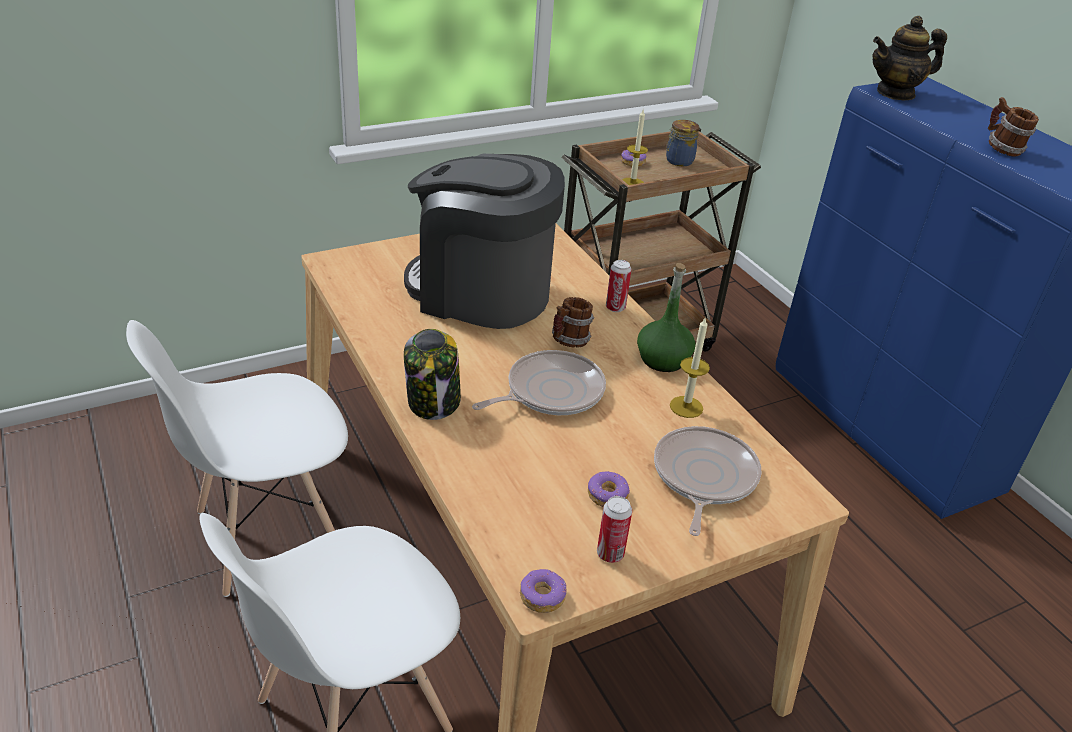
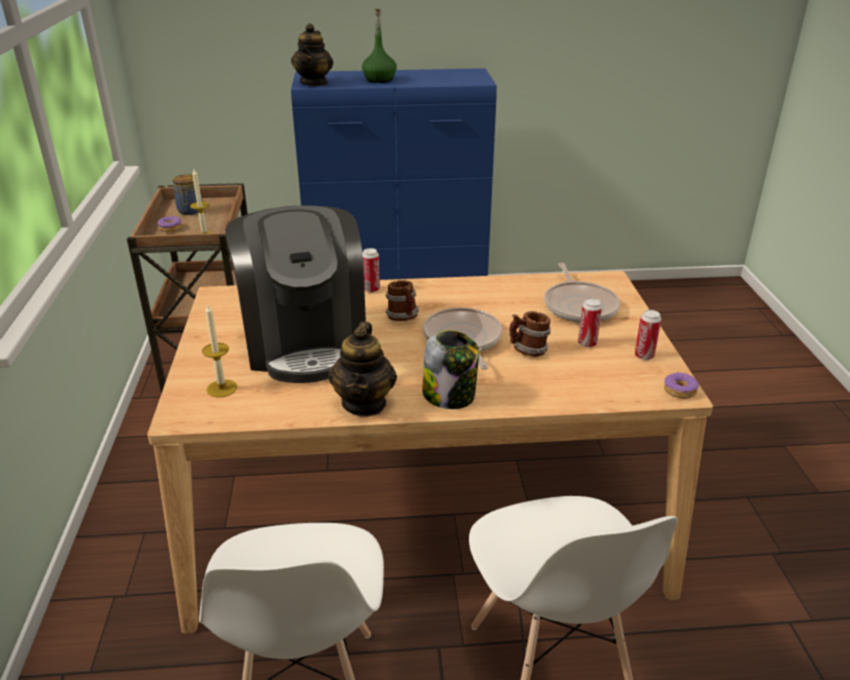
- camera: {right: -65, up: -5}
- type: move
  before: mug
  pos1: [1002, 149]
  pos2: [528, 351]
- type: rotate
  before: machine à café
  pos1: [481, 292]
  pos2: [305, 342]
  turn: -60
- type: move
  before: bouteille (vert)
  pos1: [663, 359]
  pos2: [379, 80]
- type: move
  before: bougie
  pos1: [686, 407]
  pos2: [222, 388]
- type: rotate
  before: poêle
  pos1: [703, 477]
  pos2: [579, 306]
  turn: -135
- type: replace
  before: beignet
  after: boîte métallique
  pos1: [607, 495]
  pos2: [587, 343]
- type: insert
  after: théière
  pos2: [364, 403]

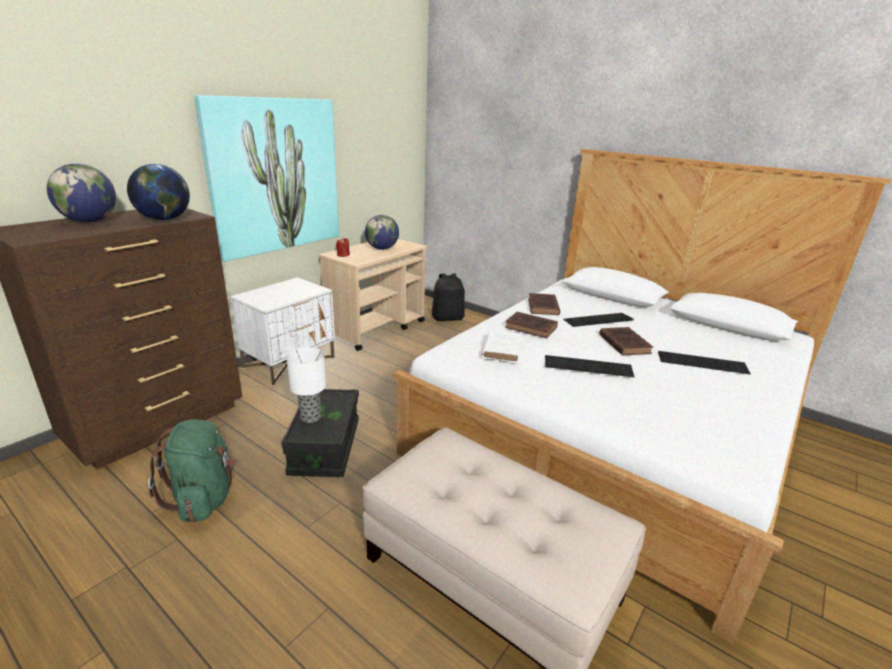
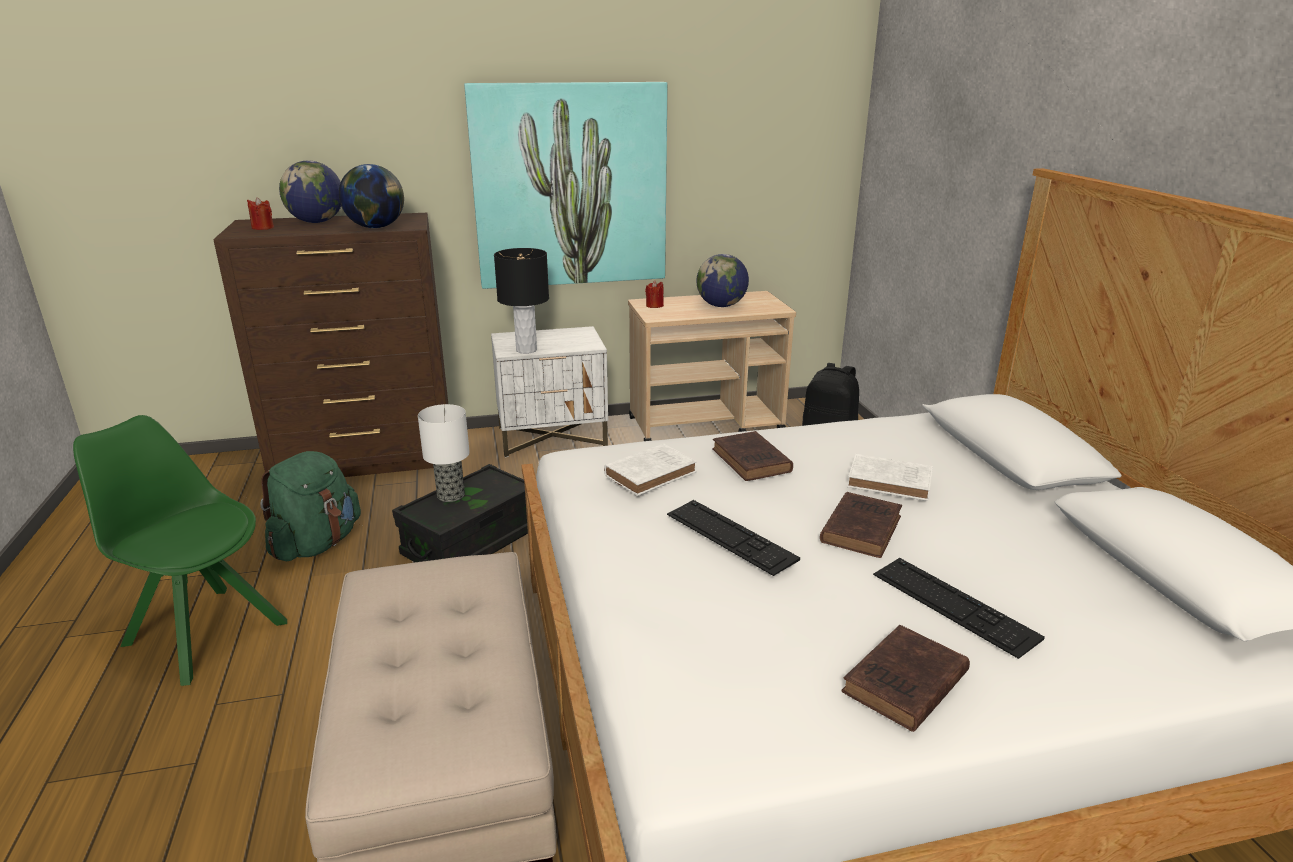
- camera: {right: 40, up: 0}
- type: move
  before: livre (marron)
  pos1: [543, 307]
  pos2: [903, 684]
- type: replace
  before: clavier
  after: livre (blanc)
  pos1: [598, 319]
  pos2: [892, 482]
- type: insert
  after: bougie (rouge)
  pos2: [263, 228]
- type: insert
  after: lampe de table (noir)
  pos2: [527, 350]
- type: insert
  after: chaise (vert)
  pos2: [203, 631]

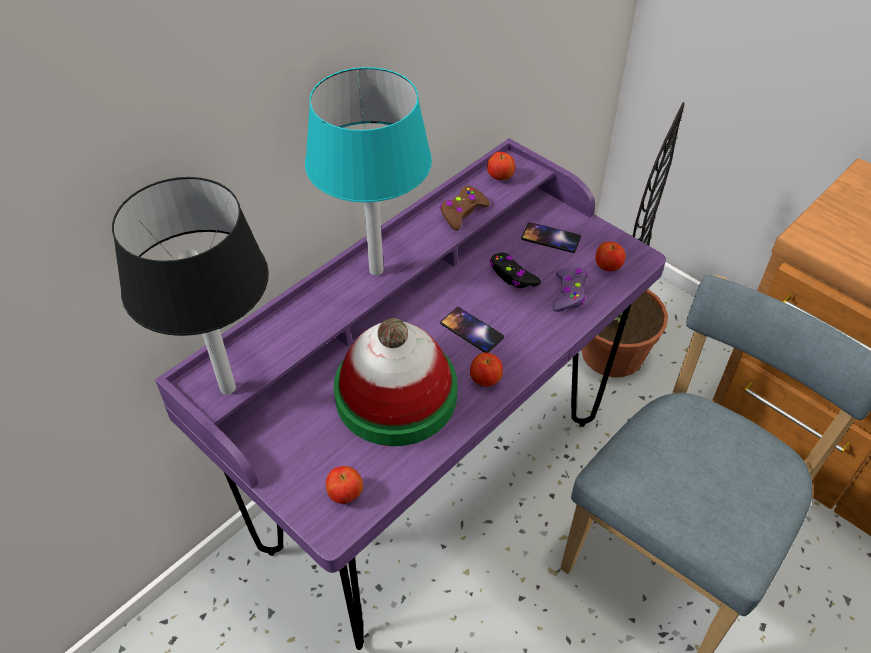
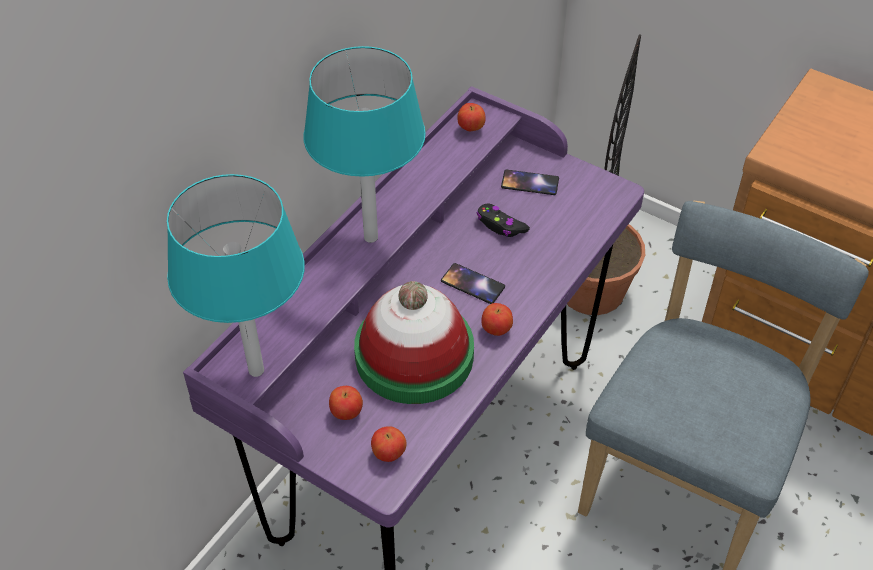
- camera: {right: -10, up: 0}
- type: recolor
  before: lampe de table (noir)
  after: lampe de table (turquoise)
  pos1: [228, 388]
  pos2: [256, 370]
- type: delete
  before: manette (marron)
  pos1: [462, 212]
- type: move
  before: pomme
  pos1: [608, 267]
  pos2: [346, 412]
- type: delete
  before: manette (violet)
  pos1: [569, 293]

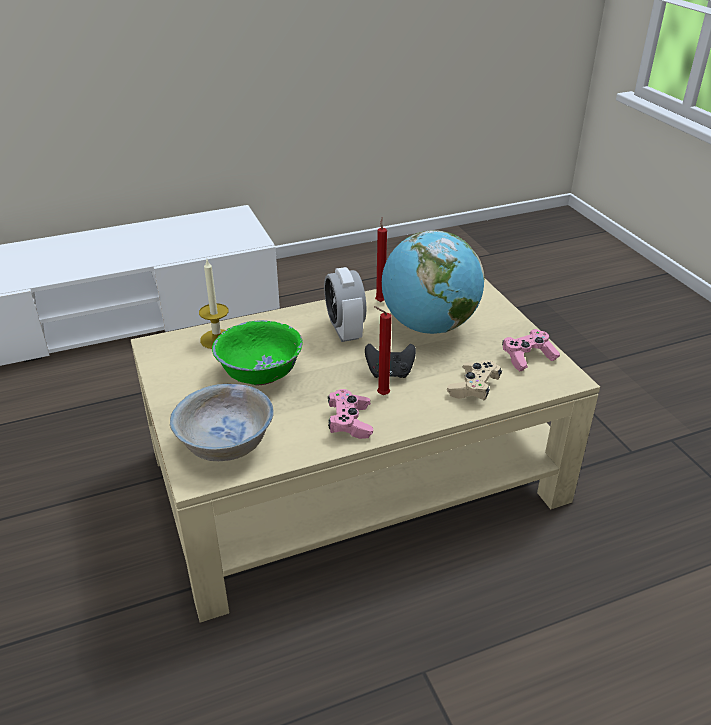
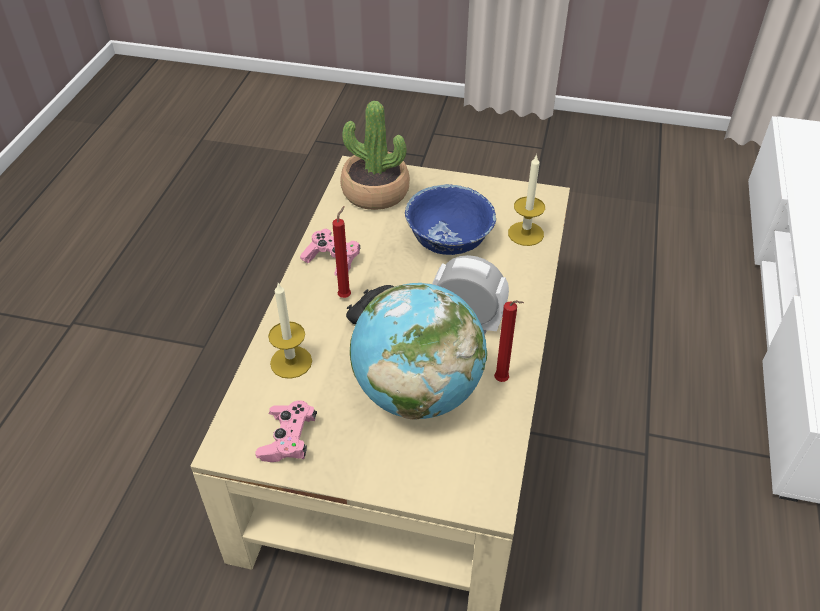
- camera: {right: 125, up: 10}
- type: recolor
  before: bol (vert)
  after: bol (bleu)
  pos1: [260, 372]
  pos2: [448, 239]
- type: replace
  before: manette (beige)
  after: bougie
  pos1: [473, 388]
  pos2: [291, 362]
- type: replace
  before: bol (blanc)
  after: plante en pot
  pos1: [227, 443]
  pos2: [375, 192]

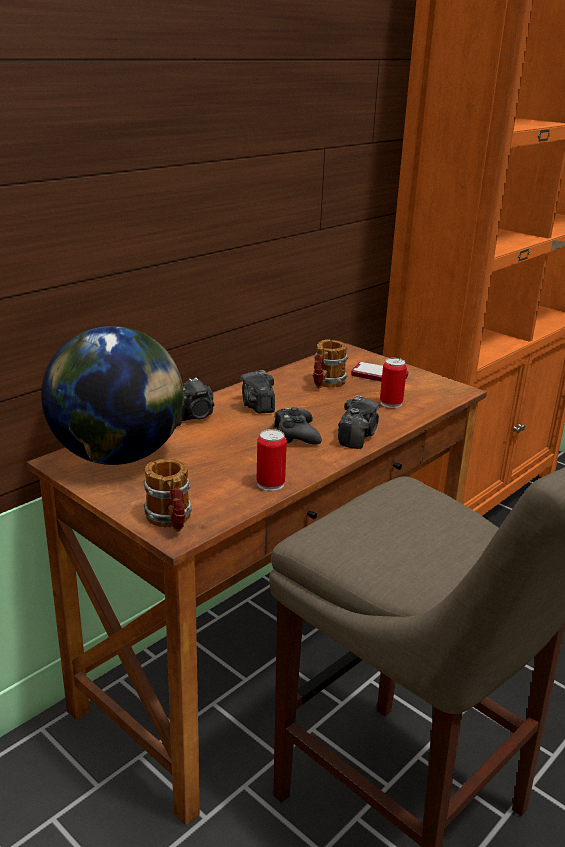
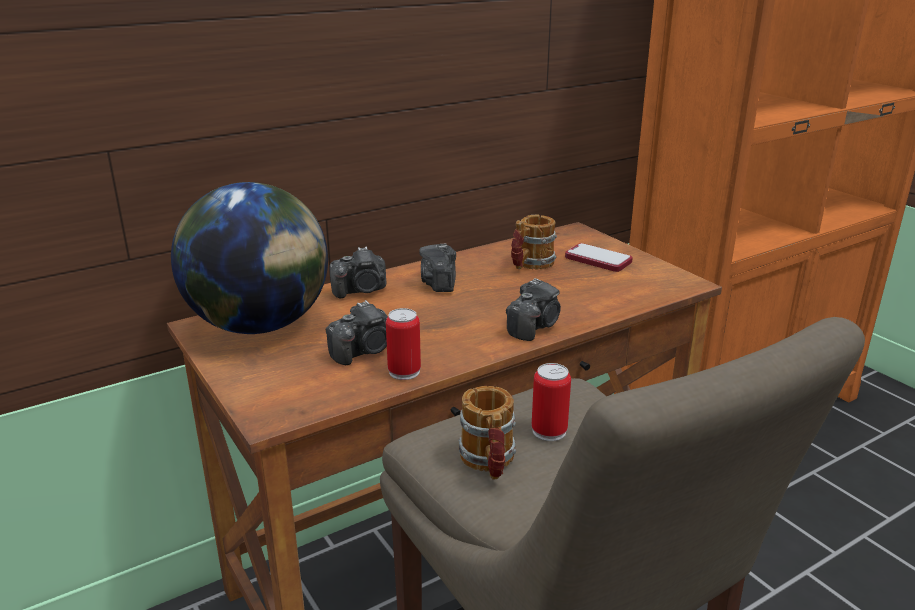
- camera: {right: 15, up: 0}
- type: move
  before: boîte métallique
  pos1: [391, 403]
  pos2: [549, 431]
- type: delete
  before: manette (noir)
  pos1: [295, 434]
- type: move
  before: mug
  pos1: [171, 521]
  pos2: [489, 463]
- type: insert
  after: appareil photo
  pos2: [363, 351]

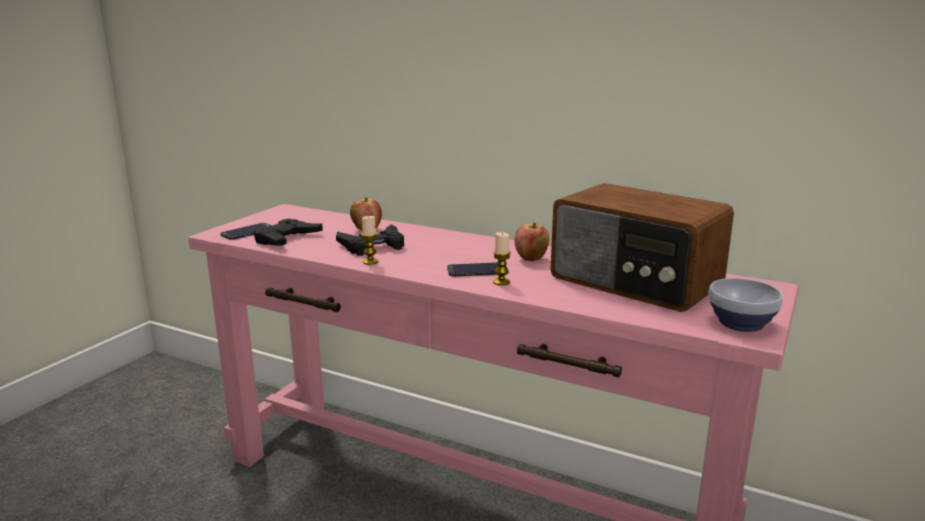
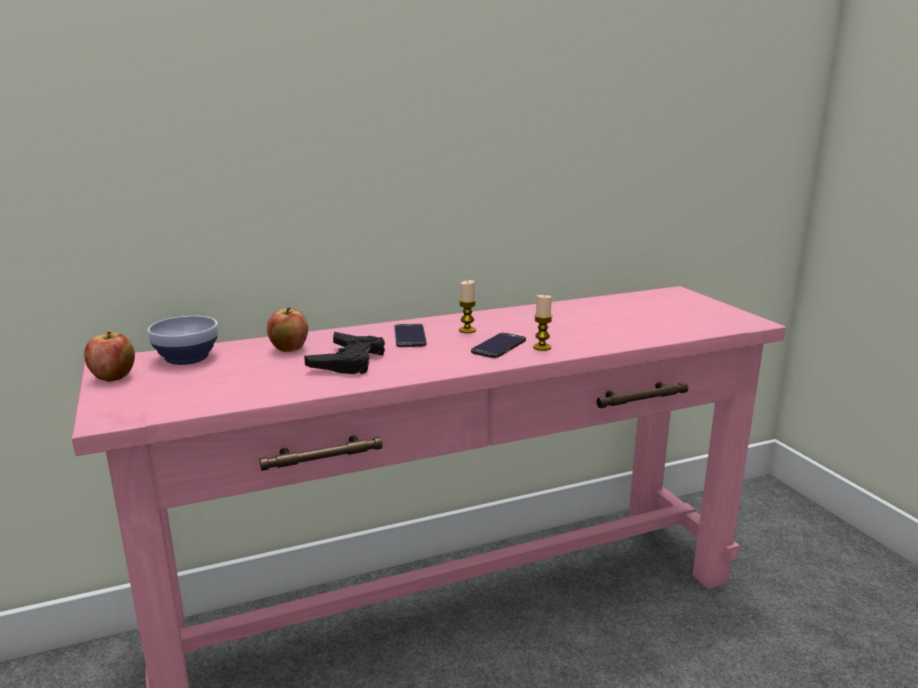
- camera: {right: -50, up: 0}
- type: delete
  before: radio
  pos1: [635, 282]
- type: move
  before: bougie
  pos1: [370, 262]
  pos2: [467, 330]
- type: delete
  before: manette (noir)
  pos1: [286, 239]
- type: move
  before: pomme
  pos1: [531, 259]
  pos2: [113, 378]
- type: move
  before: téléphone
  pos1: [248, 232]
  pos2: [410, 336]
- type: move
  before: bol
  pos1: [743, 323]
  pos2: [188, 357]

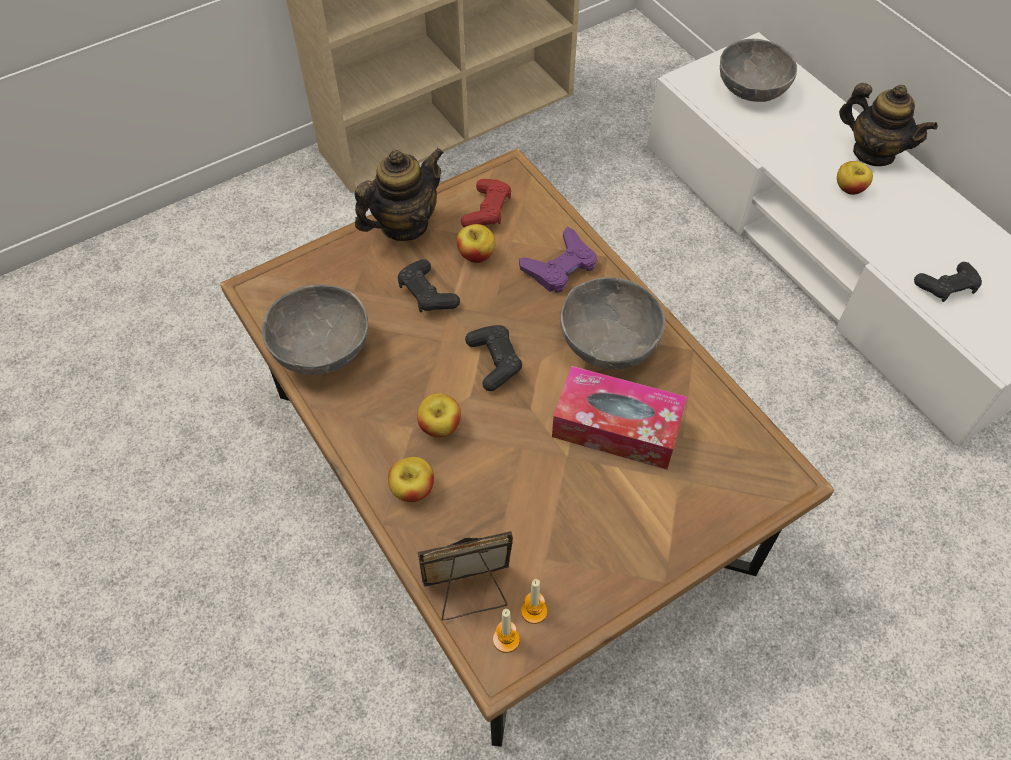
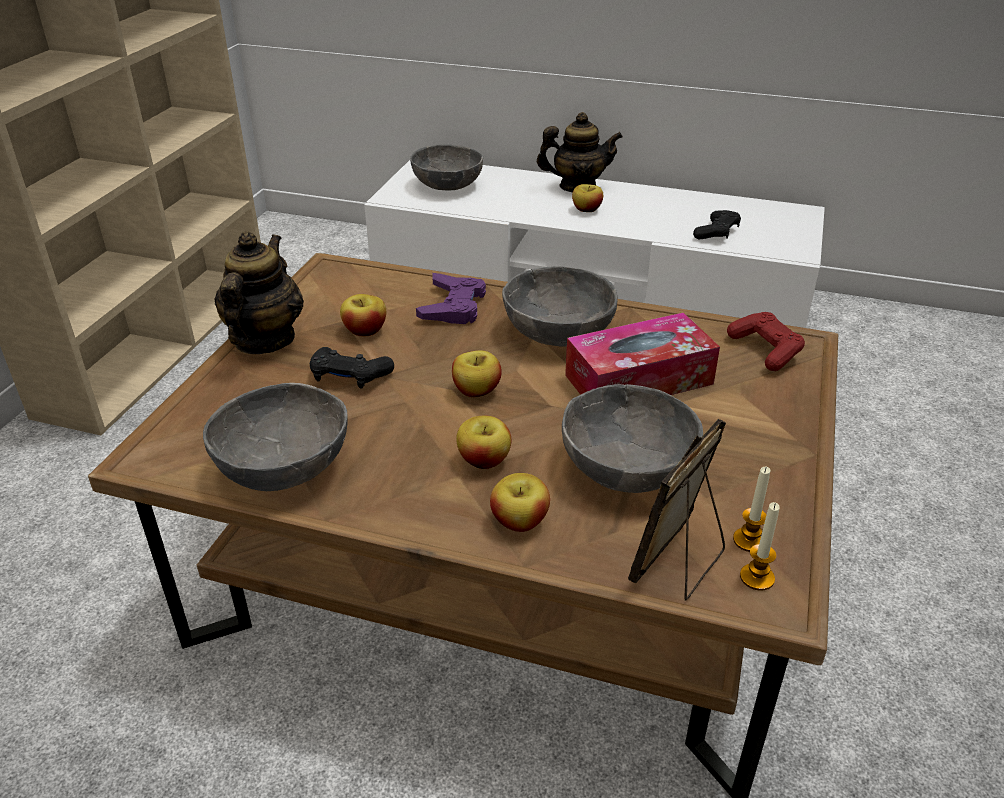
- camera: {right: -40, up: -20}
- type: move
  before: manette (rouge)
  pos1: [487, 211]
  pos2: [765, 349]
- type: replace
  before: manette (noir)
  after: pomme
  pos1: [494, 361]
  pos2: [476, 391]
- type: insert
  after: bol (gris)
  pos2: [626, 468]

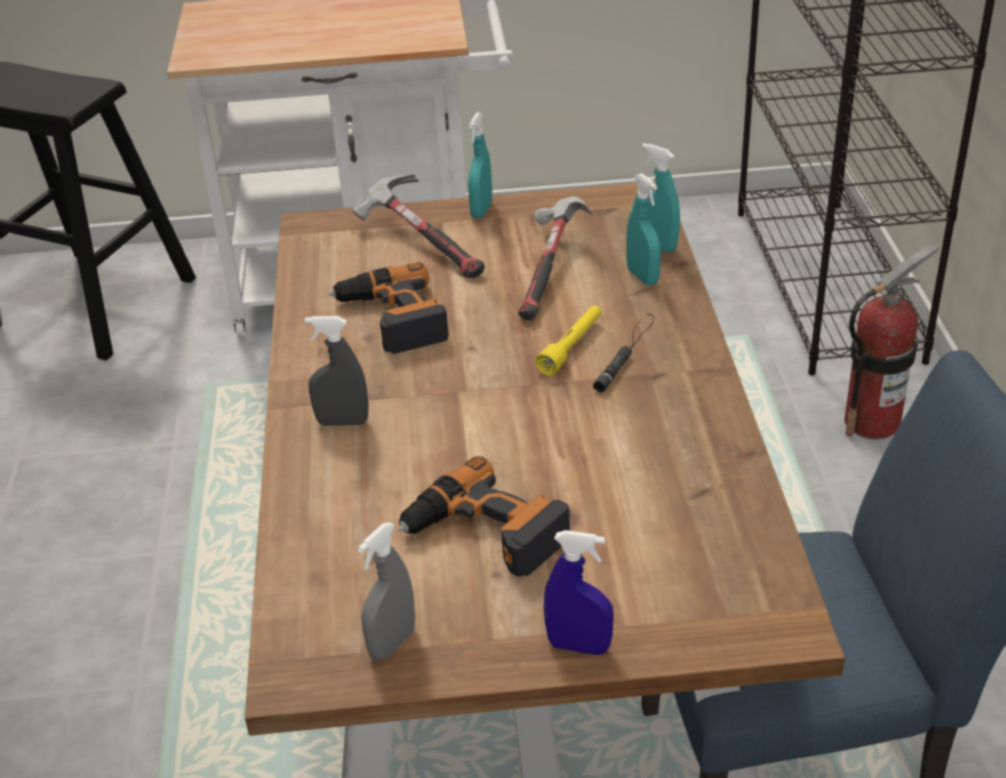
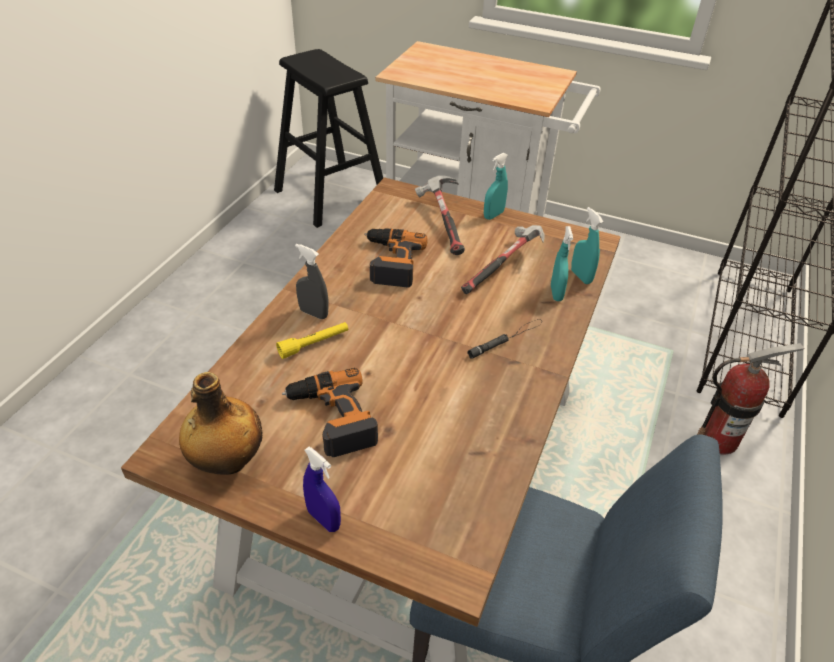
- camera: {right: 25, up: 5}
- type: move
  before: lampe de poche (jaune)
  pos1: [571, 347]
  pos2: [314, 344]
- type: replace
  before: vaporisateur (gris)
  after: bouteille
  pos1: [392, 643]
  pos2: [227, 462]

